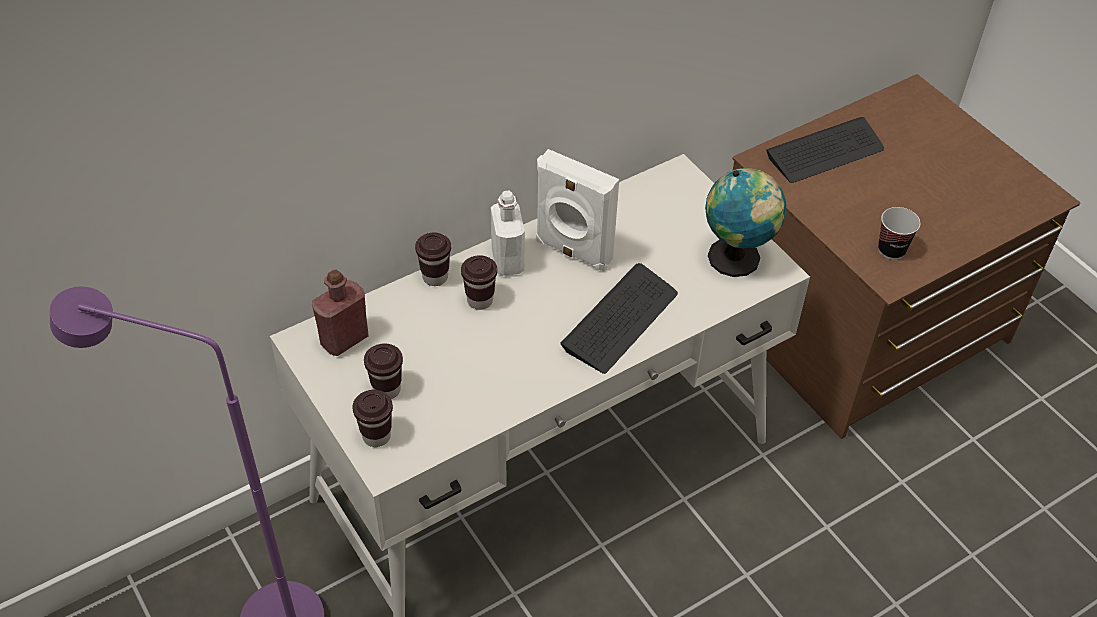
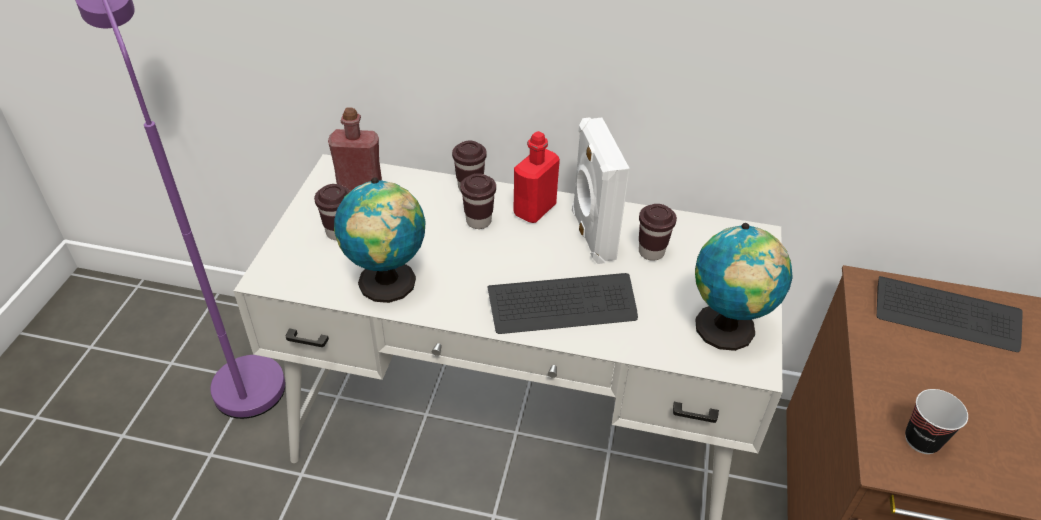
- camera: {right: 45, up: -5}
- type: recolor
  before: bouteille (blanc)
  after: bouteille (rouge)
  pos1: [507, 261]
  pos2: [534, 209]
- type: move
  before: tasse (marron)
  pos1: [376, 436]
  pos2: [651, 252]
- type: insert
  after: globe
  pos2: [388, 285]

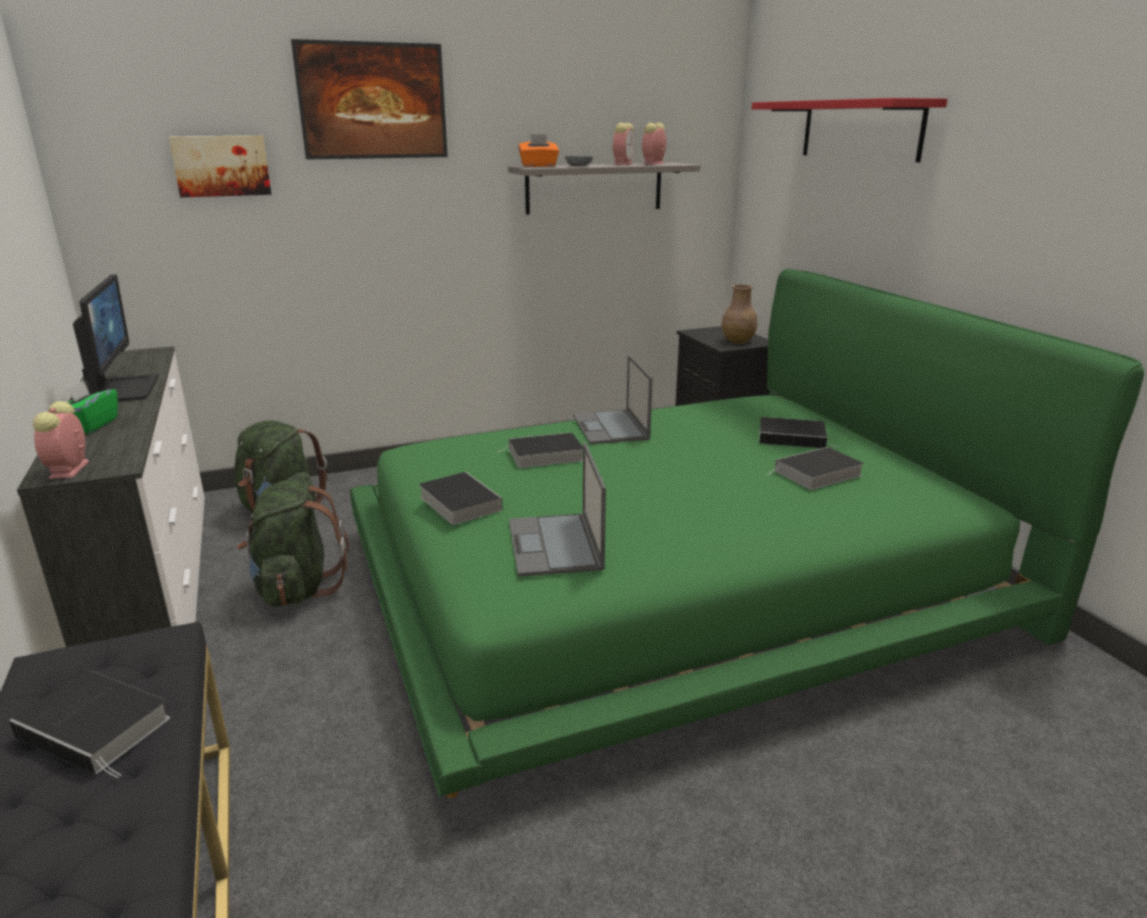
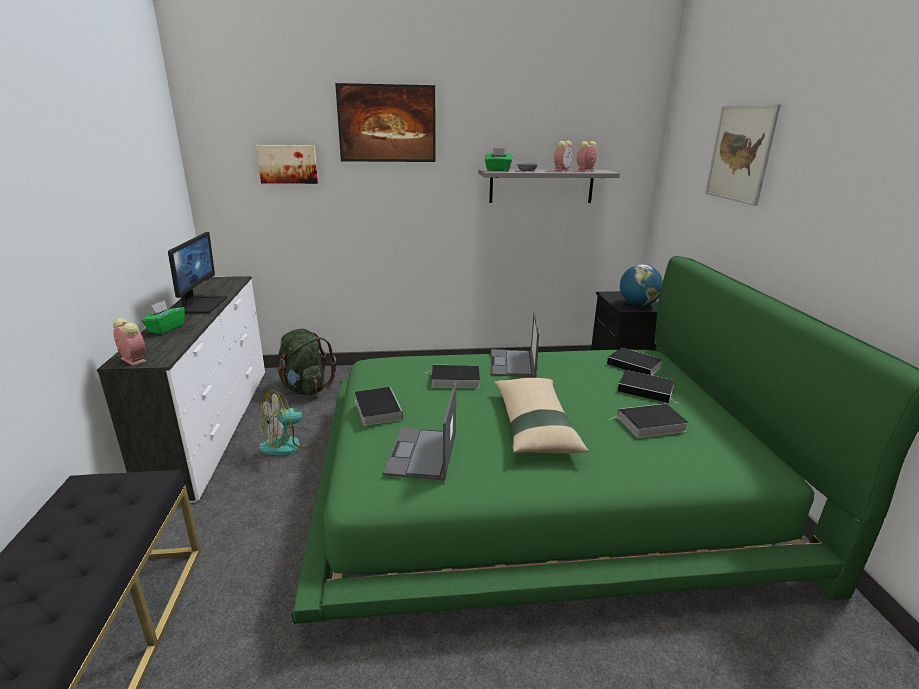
- camera: {right: 15, up: 0}
- type: replace
  before: étagère (rouge)
  after: tableau
  pos1: [860, 129]
  pos2: [740, 153]
- type: recolor
  before: boîte à mouchoirs (orange)
  after: boîte à mouchoirs (vert)
  pos1: [539, 166]
  pos2: [498, 170]
- type: replace
  before: vase (marron)
  after: globe
  pos1: [738, 341]
  pos2: [638, 305]
- type: rotate
  before: réveil
  pos1: [69, 470]
  pos2: [132, 359]
  turn: 120
- type: replace
  before: sac à dos (vert)
  after: ventilateur
  pos1: [296, 588]
  pos2: [289, 444]
- type: move
  before: livre
  pos1: [98, 728]
  pos2: [635, 365]
- type: insert
  after: coussin (beige)
  pos2: [534, 425]

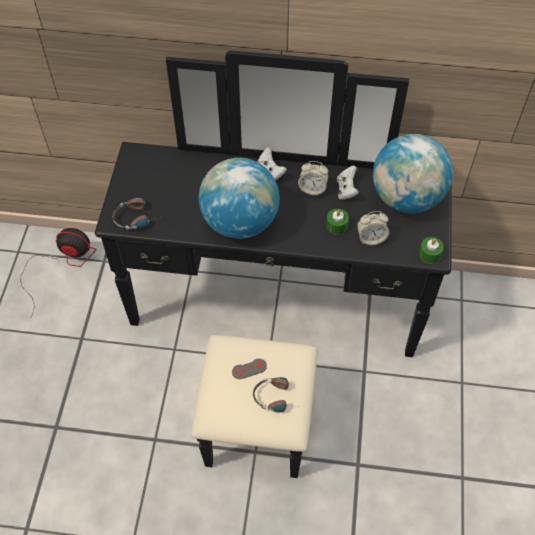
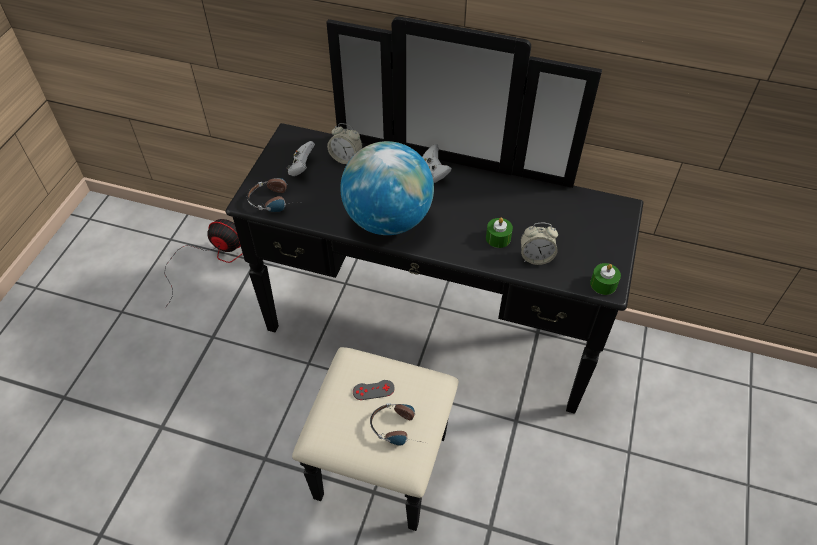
- camera: {right: 10, up: -5}
- type: delete
  before: globe
  pos1: [406, 198]
- type: move
  before: réveil
  pos1: [312, 189]
  pos2: [346, 158]
- type: move
  before: manette (blanc)
  pos1: [346, 190]
  pos2: [301, 168]

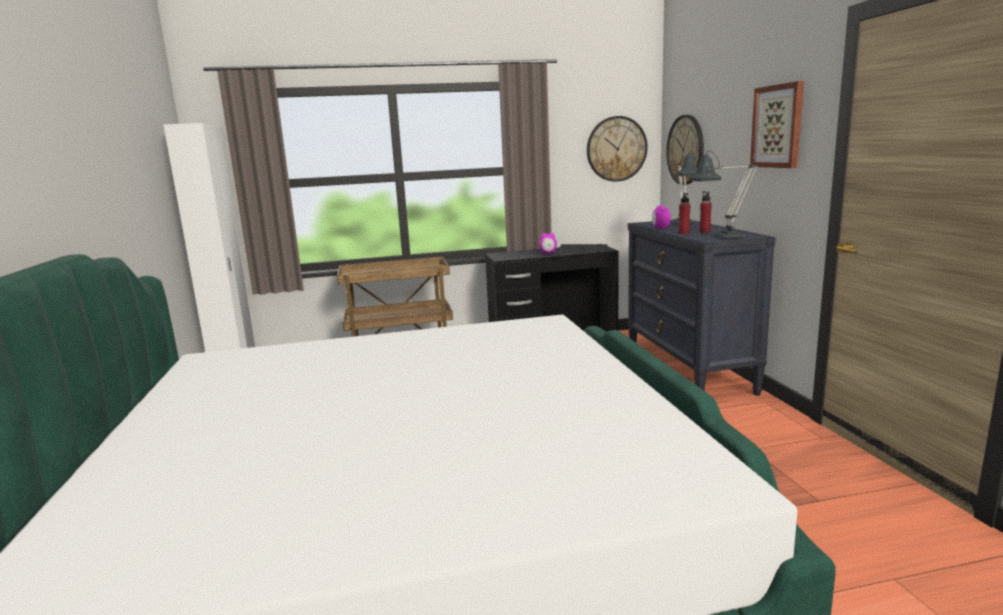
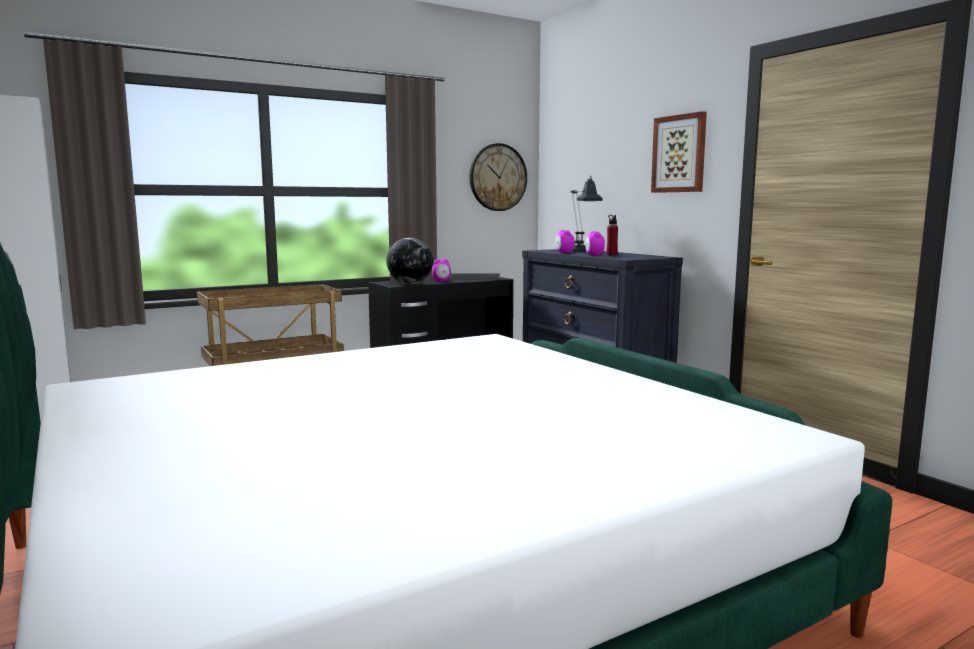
- camera: {right: -20, up: -5}
- type: delete
  before: horloge murale
  pos1: [685, 150]
- type: delete
  before: lampe de table
  pos1: [722, 237]
- type: replace
  before: bouteille (rouge)
  after: réveil
  pos1: [683, 233]
  pos2: [594, 255]
- type: insert
  after: globe
  pos2: [409, 284]

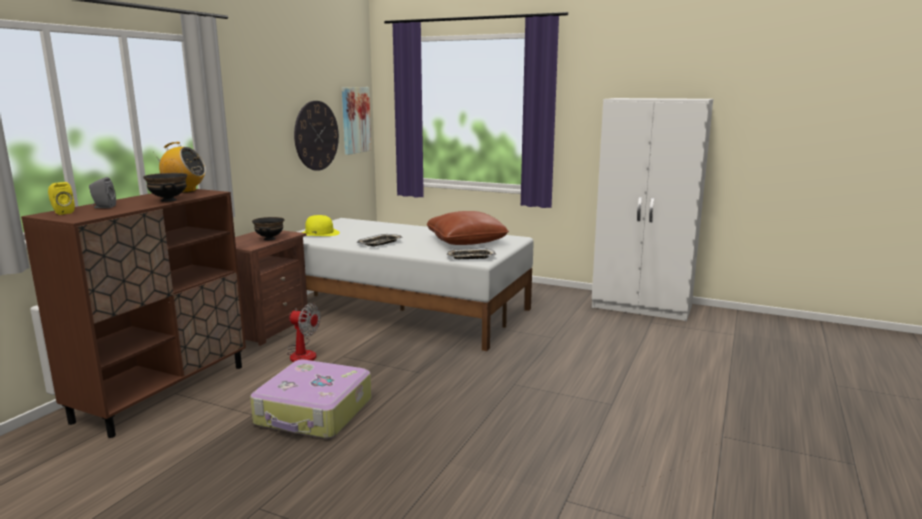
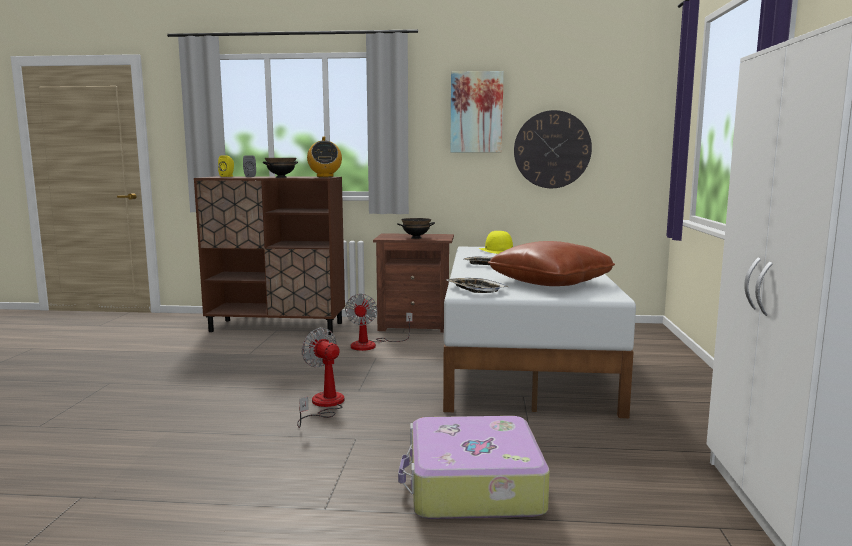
- camera: {right: 70, up: -5}
- type: move
  before: tableau
  pos1: [355, 120]
  pos2: [476, 112]
- type: move
  before: valise
  pos1: [314, 413]
  pos2: [472, 486]
- type: insert
  after: ventilateur
  pos2: [324, 405]

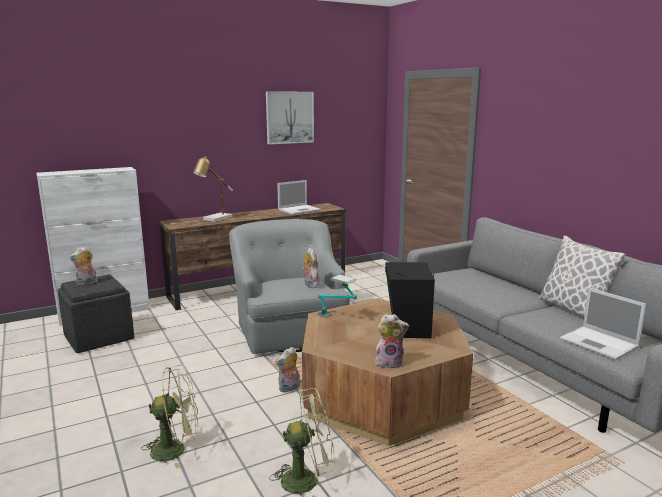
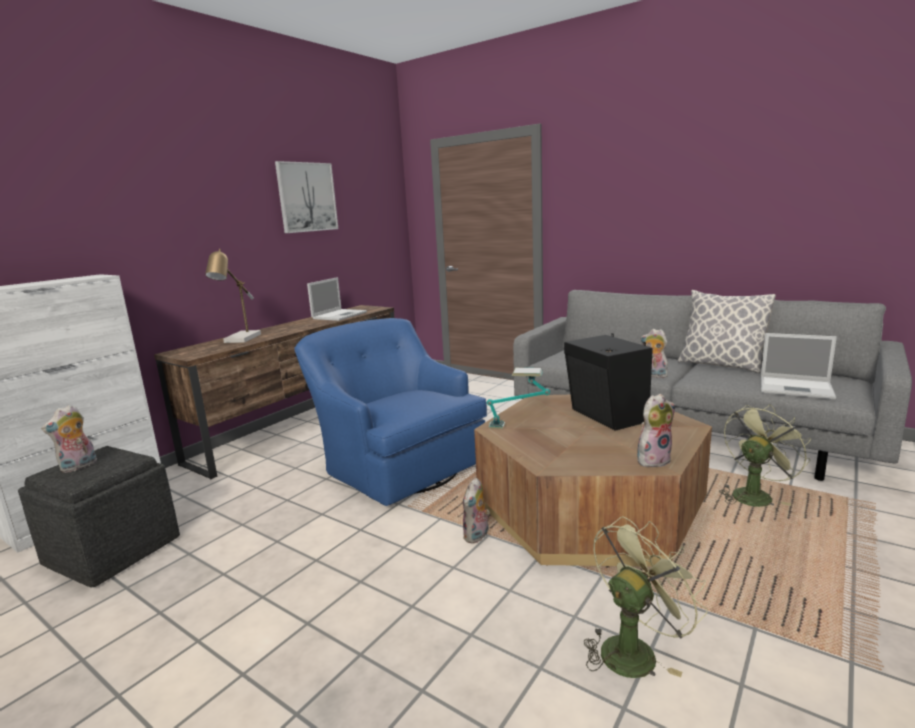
- camera: {right: -25, up: 0}
- type: recolor
  before: fauteuil (gris)
  after: fauteuil (bleu)
  pos1: [289, 329]
  pos2: [397, 464]
- type: move
  before: peluche
  pos1: [310, 285]
  pos2: [653, 375]
- type: move
  before: ventilateur (vert)
  pos1: [176, 449]
  pos2: [754, 494]

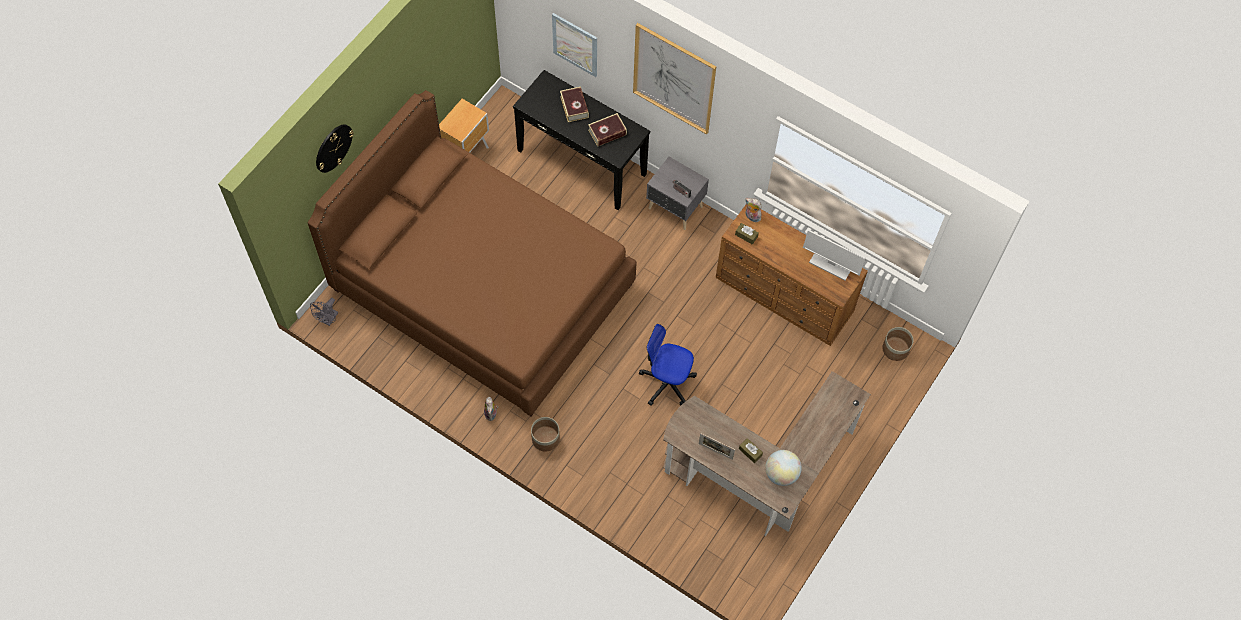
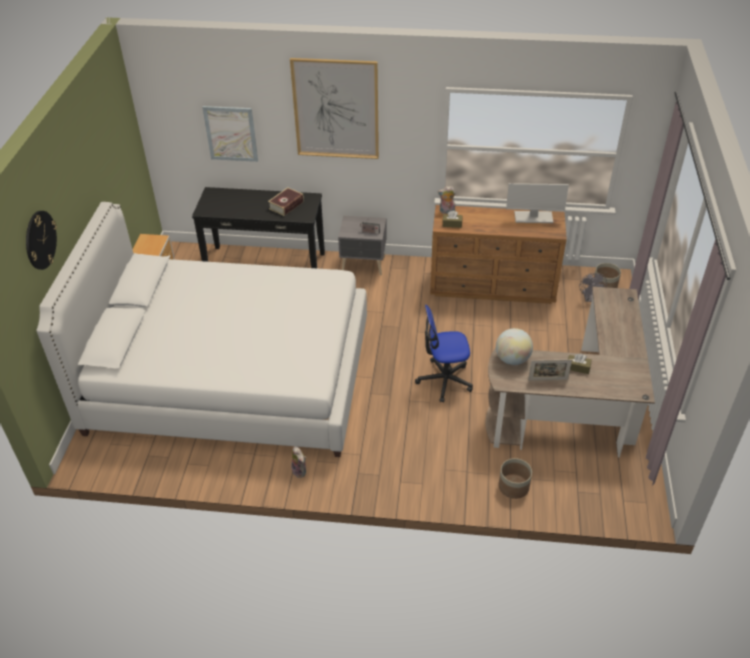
- camera: {right: -25, up: -20}
- type: delete
  before: livre
  pos1: [574, 107]
- type: recolor
  before: lit (marron)
  after: lit (blanc)
  pos1: [482, 288]
  pos2: [231, 378]
- type: move
  before: ventilateur (gris)
  pos1: [328, 320]
  pos2: [589, 298]
- type: move
  before: cache-pot
  pos1: [545, 438]
  pos2: [513, 486]
- type: move
  before: globe
  pos1: [781, 474]
  pos2: [512, 359]

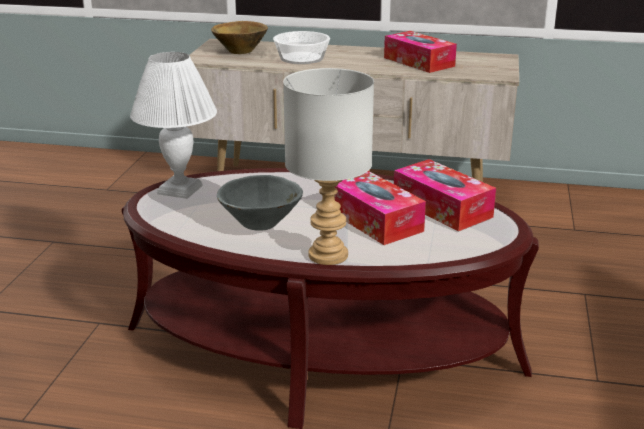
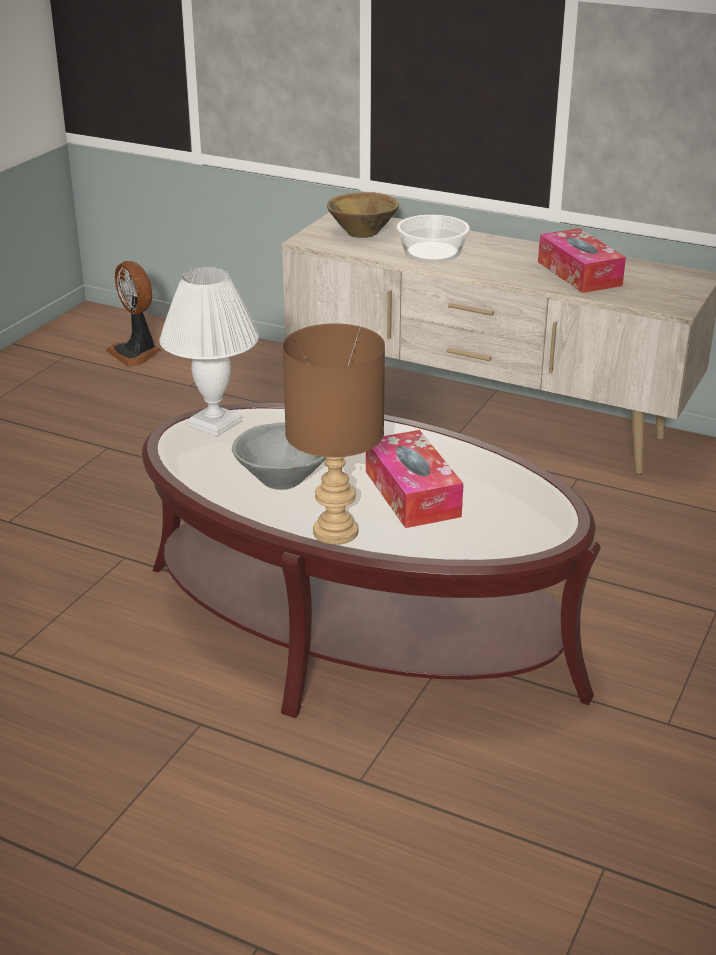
- camera: {right: 15, up: 5}
- type: recolor
  before: lampe de table (gris)
  after: lampe de table (marron)
  pos1: [327, 256]
  pos2: [334, 532]
- type: delete
  before: boîte à mouchoirs
  pos1: [442, 208]
- type: insert
  after: ventilateur
  pos2: [136, 353]

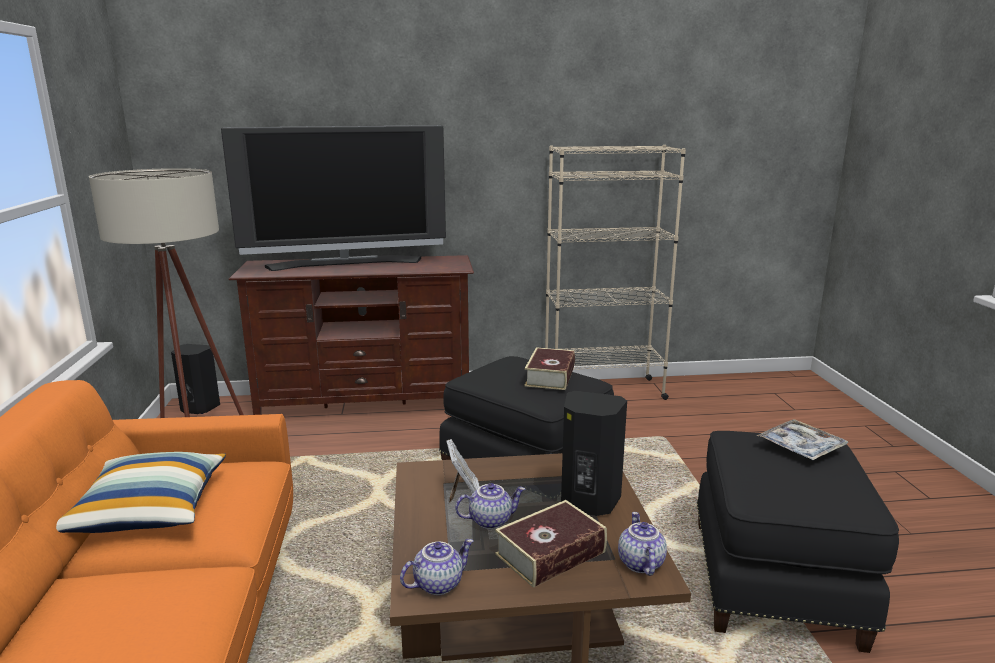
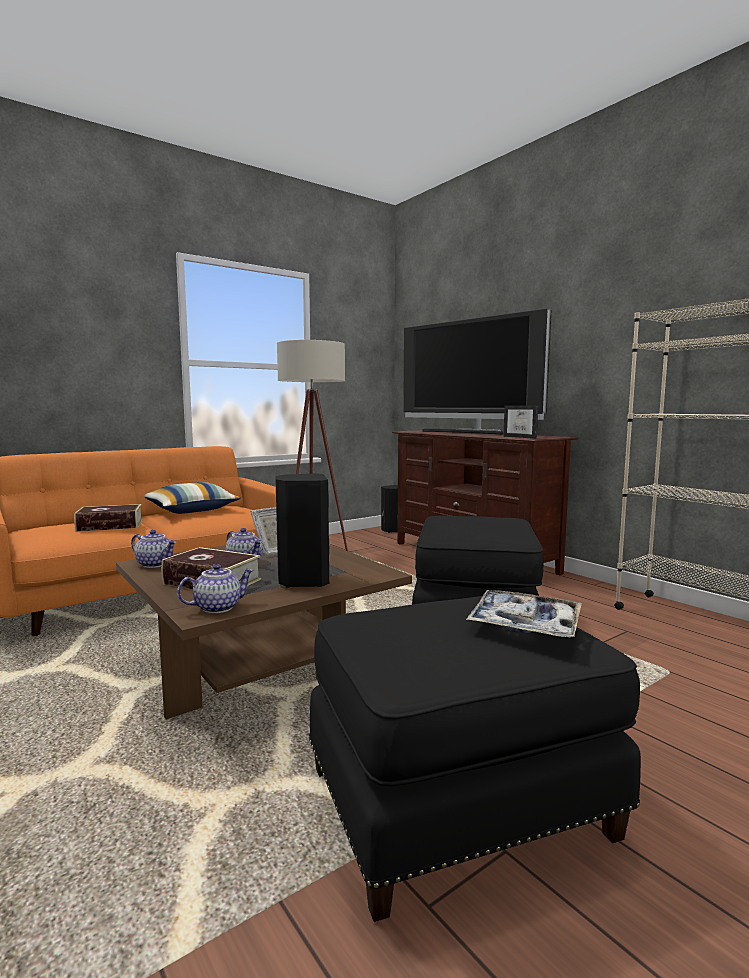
- camera: {right: 60, up: -10}
- type: move
  before: livre
  pos1: [550, 376]
  pos2: [110, 526]
- type: insert
  after: cadre photo
  pos2: [523, 437]

